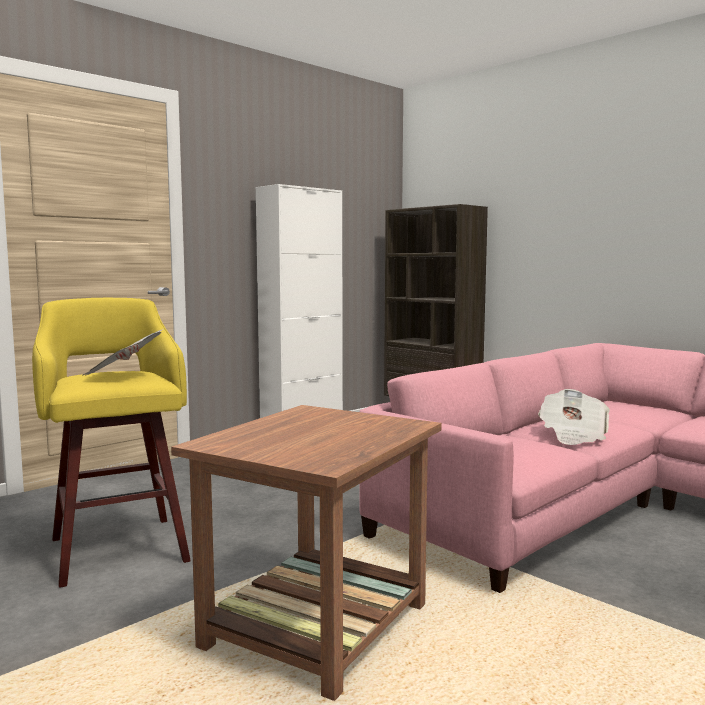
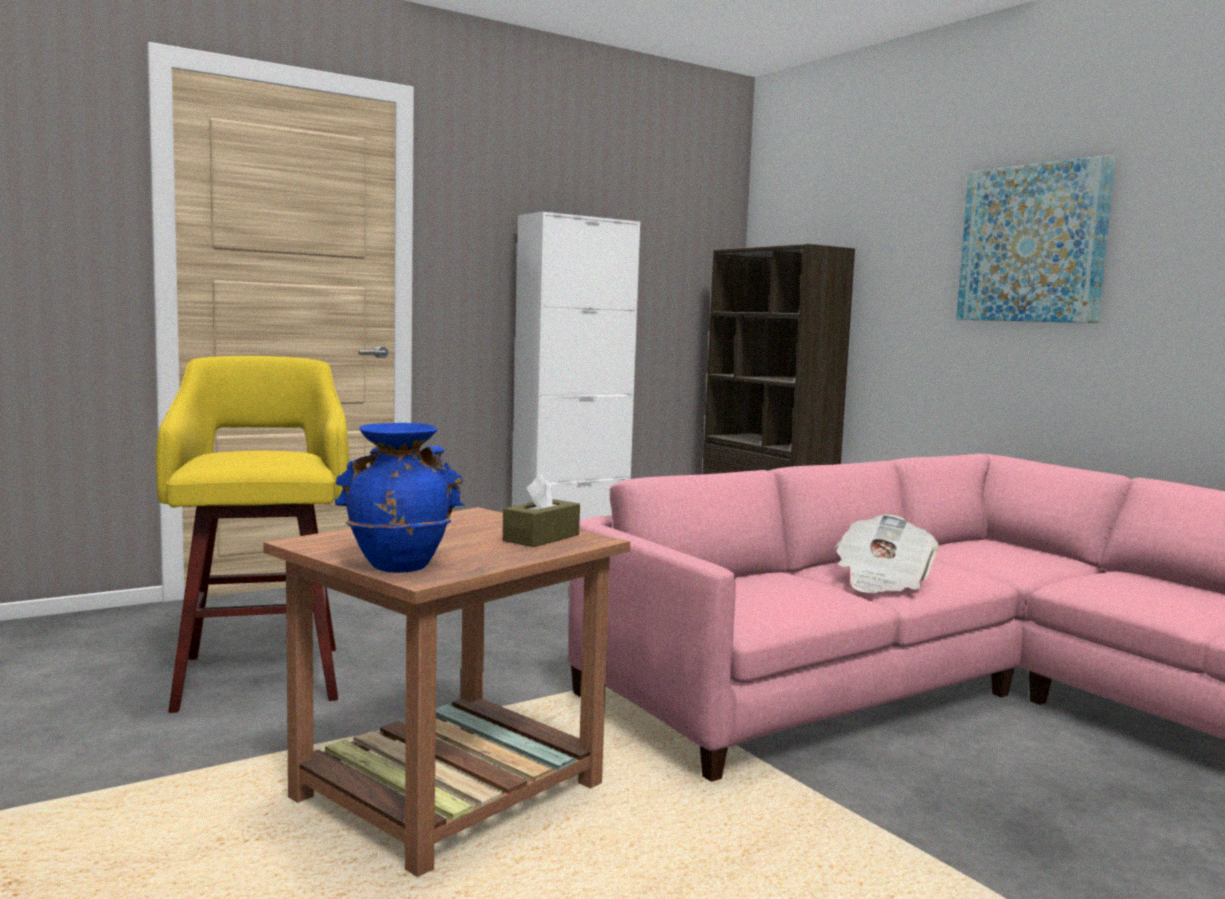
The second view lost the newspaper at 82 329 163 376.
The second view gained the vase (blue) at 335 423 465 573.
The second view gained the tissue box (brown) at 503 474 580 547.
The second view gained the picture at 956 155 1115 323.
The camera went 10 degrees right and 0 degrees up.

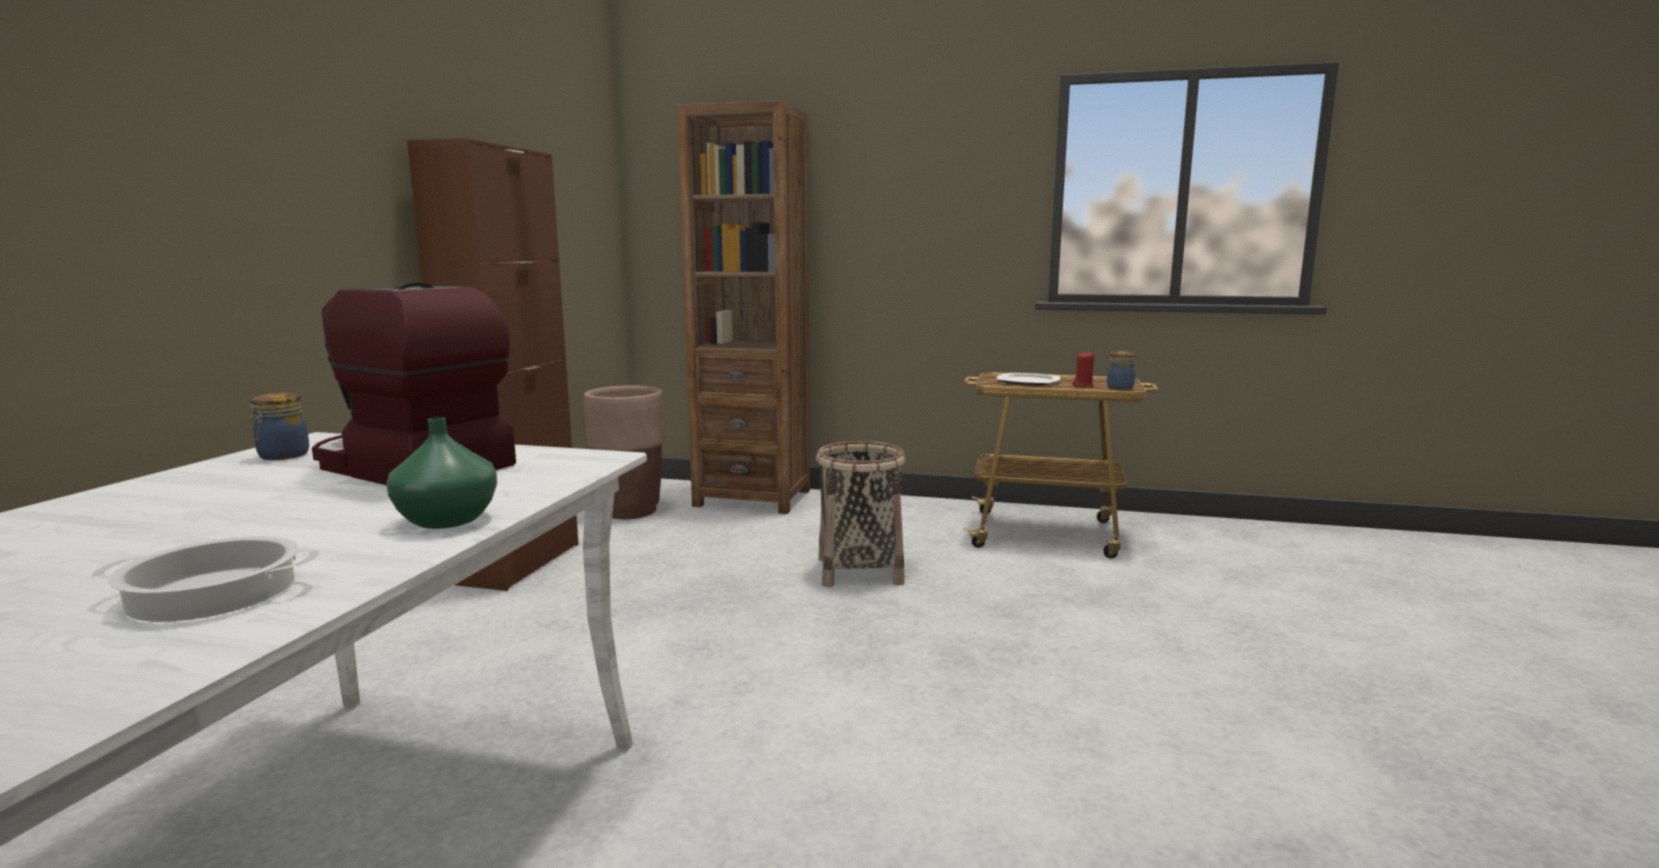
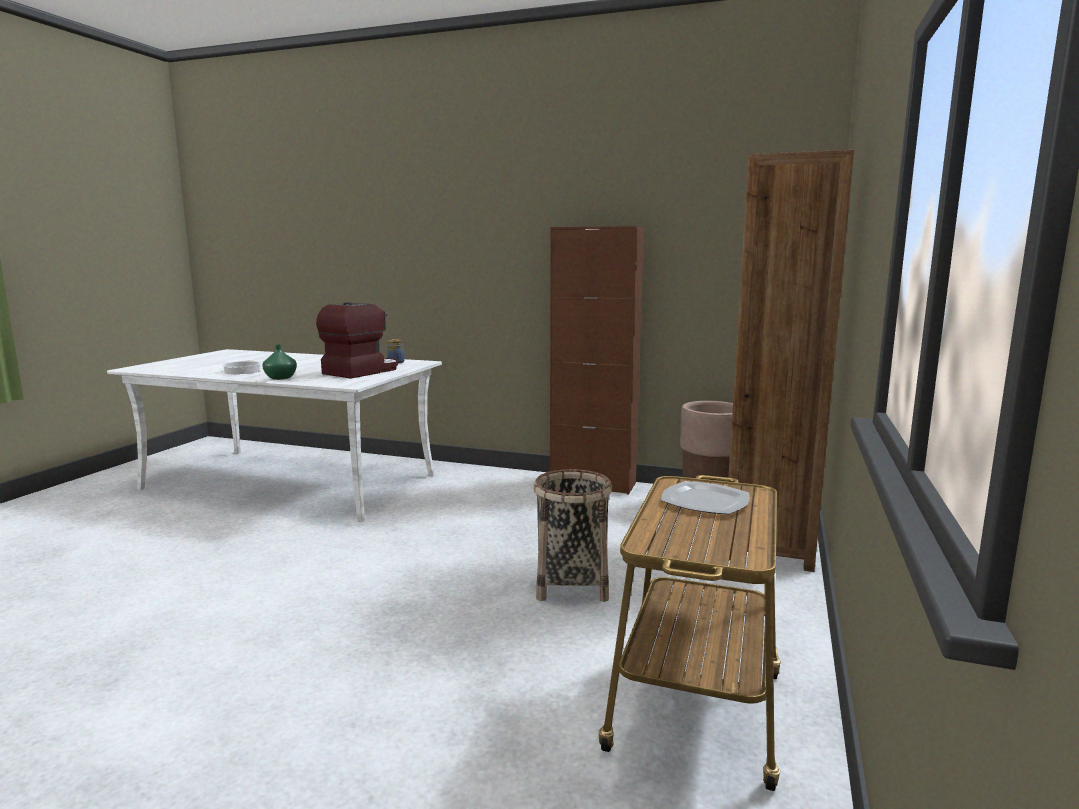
The second view lost the candle (red) at 1072 351 1094 387.
The second view lost the jar at 1107 351 1136 390.
The camera went 95 degrees right and 0 degrees up.

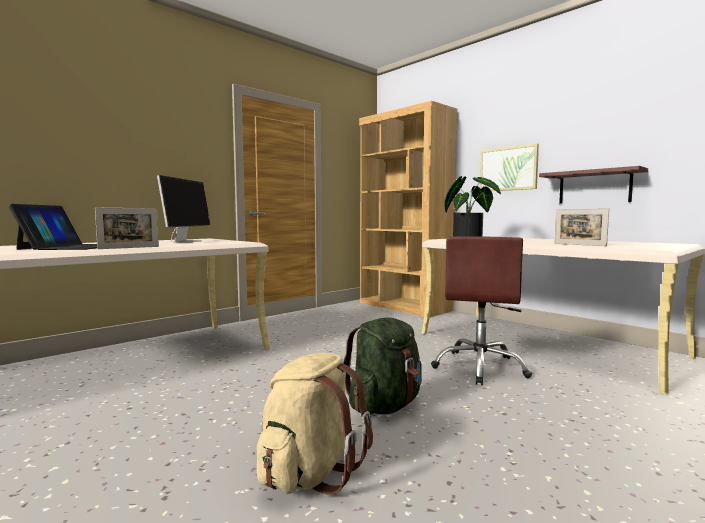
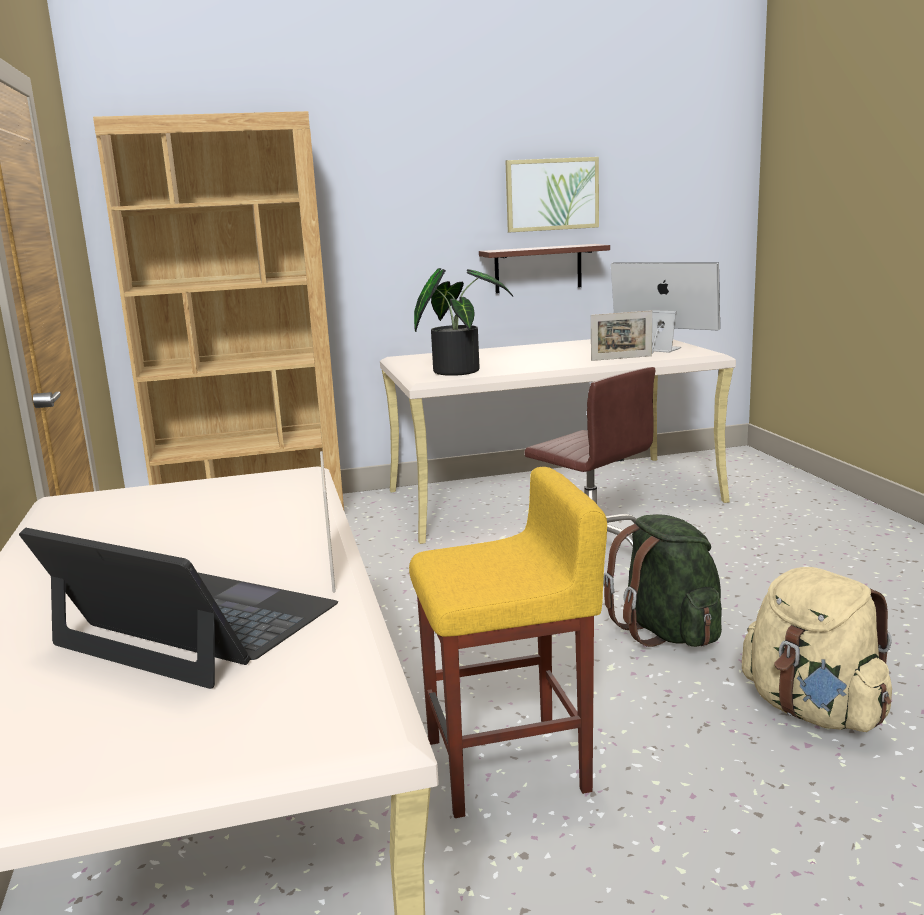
The second view gained the stool (yellow) at 409 467 607 818.
The monitor ended up elsewhere, having gone from 157 175 210 242 to 611 263 720 353.
The picture ended up elsewhere, having gone from 480 143 539 191 to 506 157 599 232.
The camera went 60 degrees left and 10 degrees up.

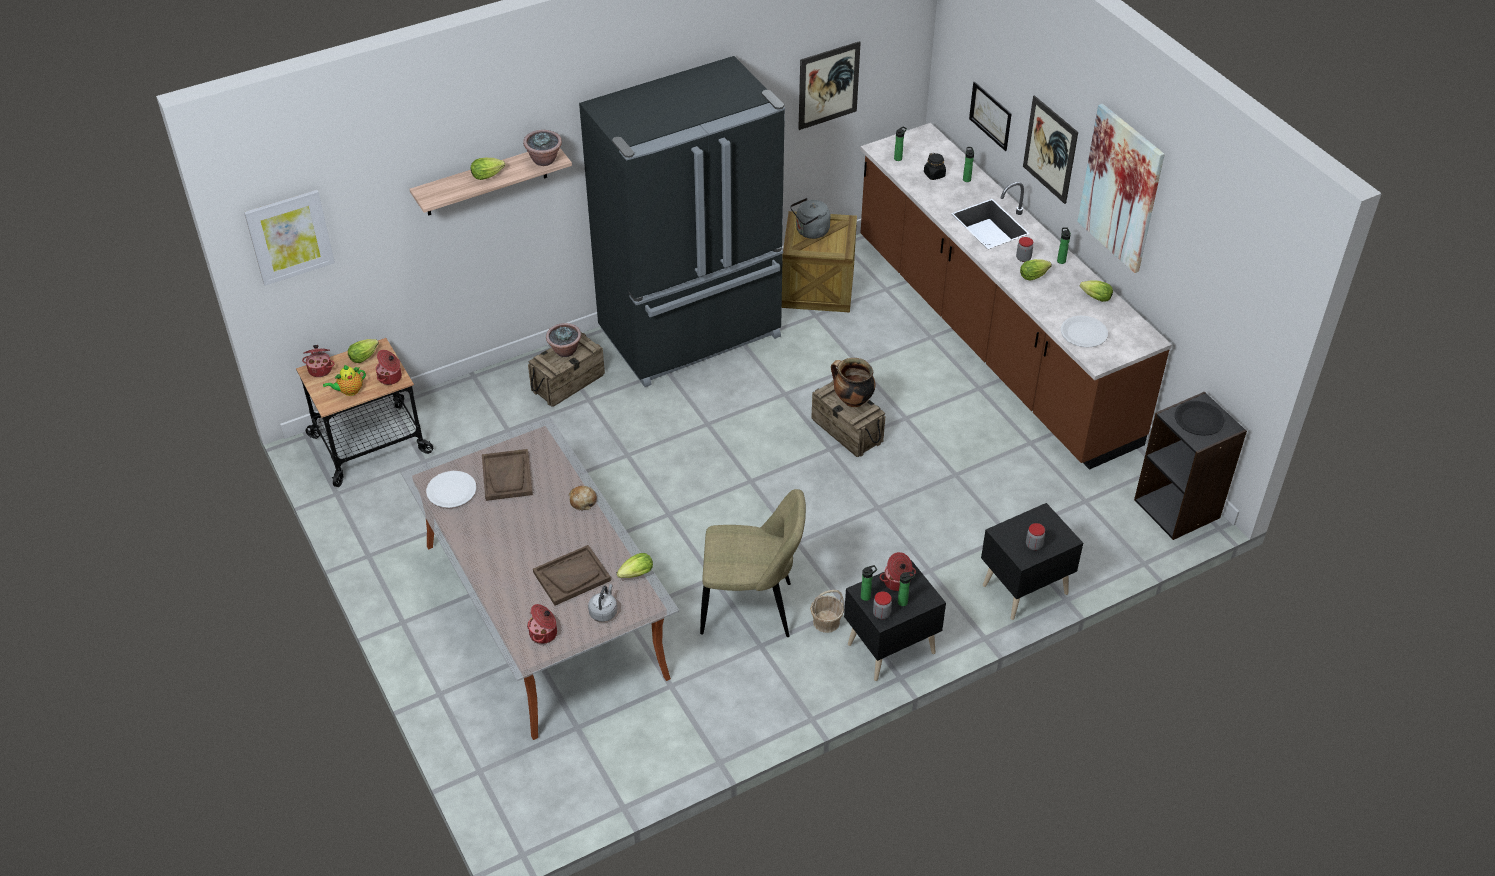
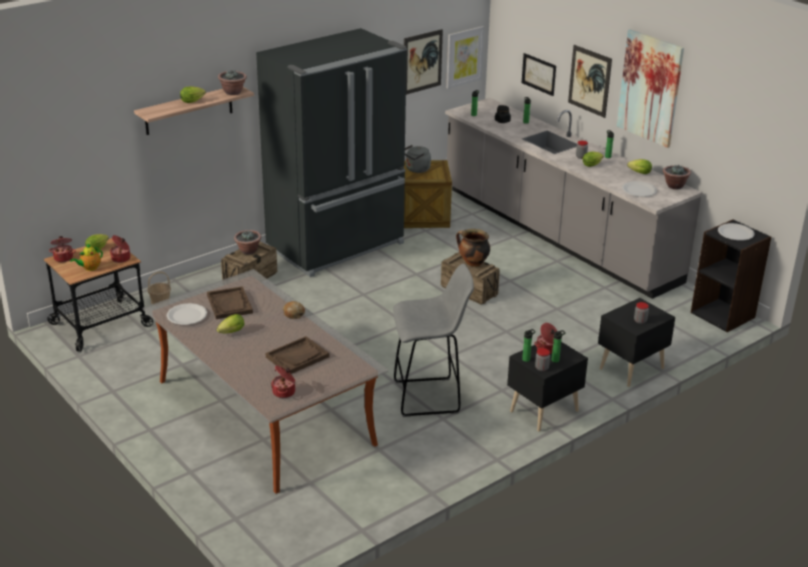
The second view lost the kettle (grey) at 588 584 617 622.
The second view gained the potted plant at 663 164 691 190.
The picture ended up elsewhere, having gone from 244 190 335 286 to 446 26 484 89.
The lettuce ended up elsewhere, having gone from 617 553 653 578 to 217 314 244 333.
The basket ended up elsewhere, having gone from 810 590 844 633 to 147 272 171 304.
Where the chair (beige) stood at 700 489 806 637, the stool (grey) came to stand at 393 264 474 417.
What was the counter (brown) at 860 123 1172 470 turned into the counter (grey) at 445 98 703 299.
What was the plate (black) at 1175 401 1224 436 turned into the plate (white) at 718 223 755 240.
The camera went 10 degrees left and 15 degrees down.

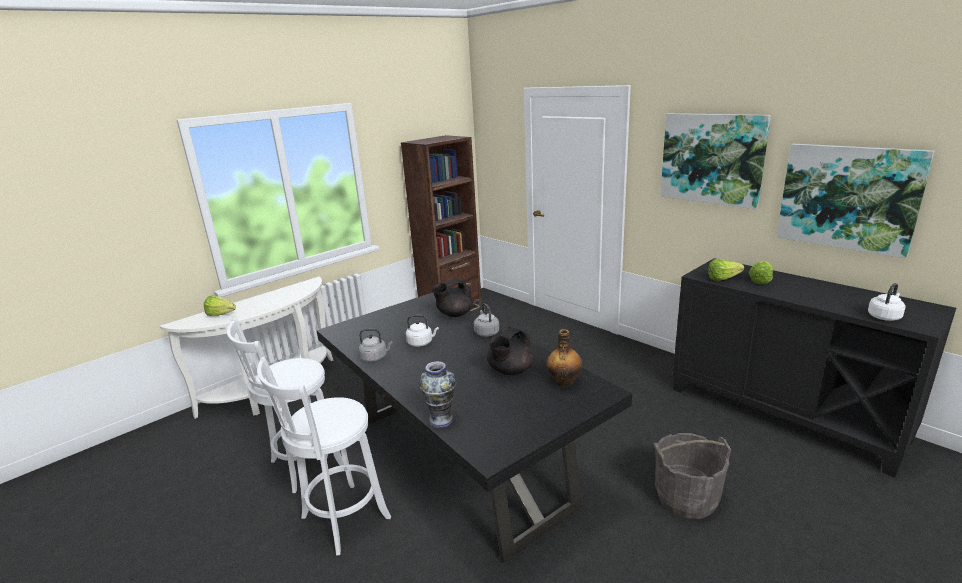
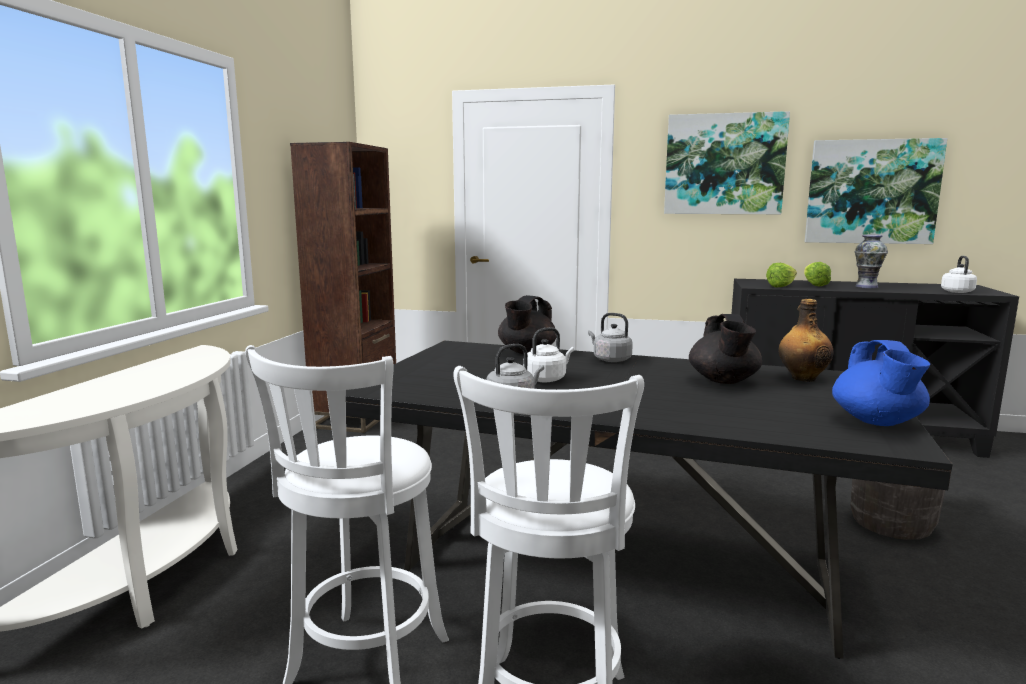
The second view lost the lettuce at 204 295 236 316.
The second view gained the teapot (blue) at 832 340 930 426.
The vase ended up elsewhere, having gone from 420 361 456 428 to 855 234 888 288.
The camera went 35 degrees left and 10 degrees down.

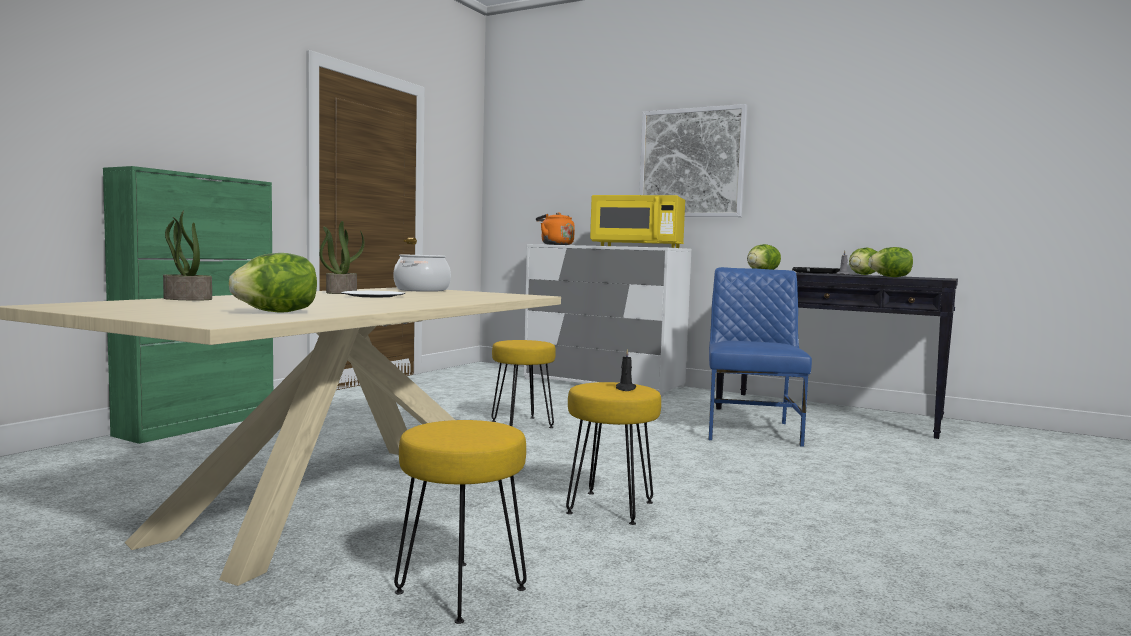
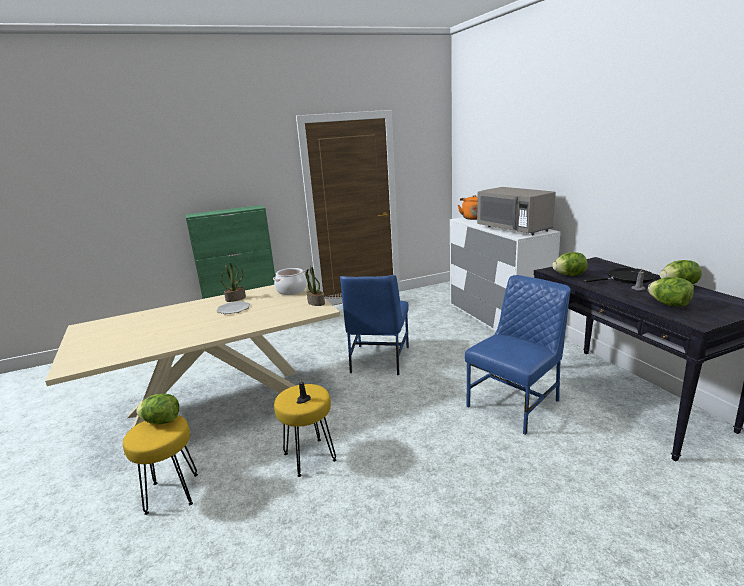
The second view lost the picture at 639 104 747 217.
The potted plant ended up elsewhere, having gone from 163 210 212 300 to 304 266 325 306.
The lettuce ended up elsewhere, having gone from 229 253 317 313 to 136 394 179 425.
Where the stool (yellow) stood at 491 340 556 428, the chair (blue) came to stand at 340 275 409 375.
What was the microwave (yellow) at 590 195 685 248 turned into the microwave (grey) at 477 187 556 235.
The camera went 40 degrees right and 15 degrees up.

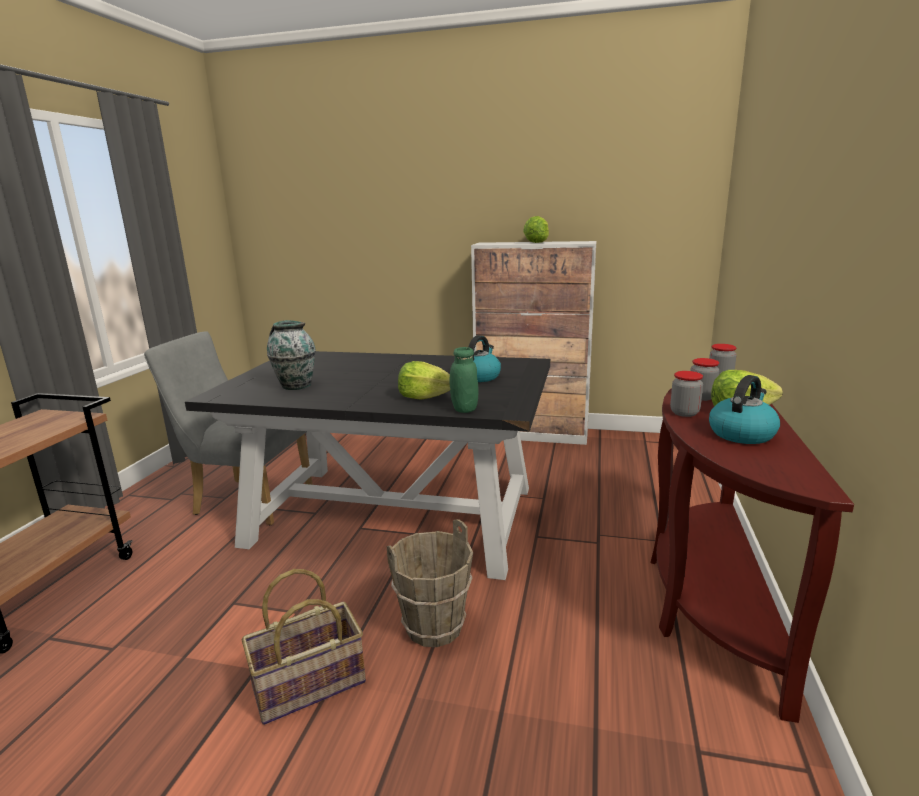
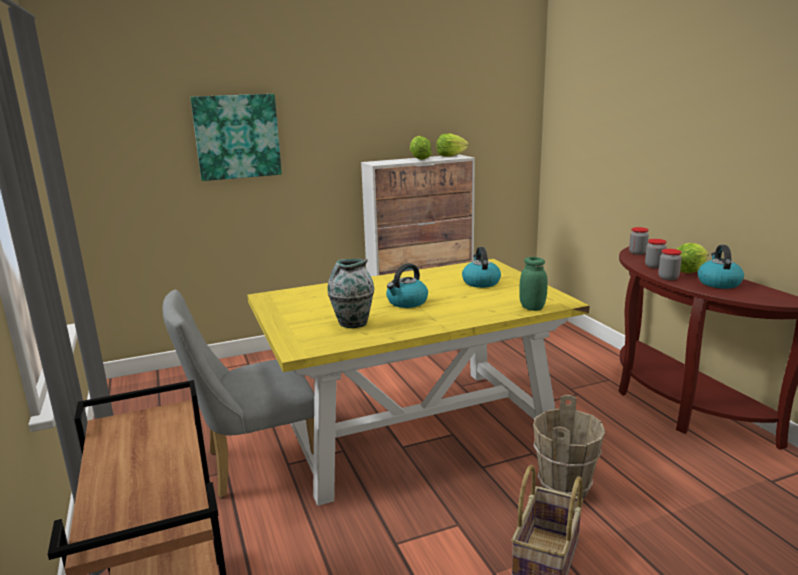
The second view gained the picture at 190 94 282 181.
The second view gained the kettle at 386 263 428 308.
The lettuce ended up elsewhere, having gone from 398 361 450 400 to 436 133 469 157.
What was the dining table (black) at 185 351 550 580 turned into the dining table (yellow) at 247 259 590 506.
The camera went 35 degrees left and 0 degrees up.

